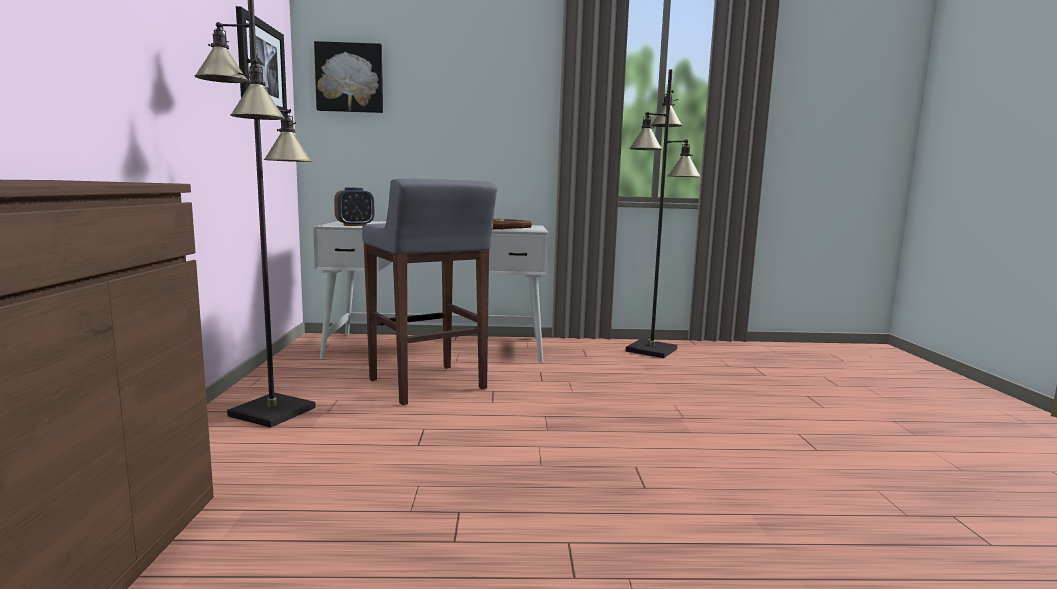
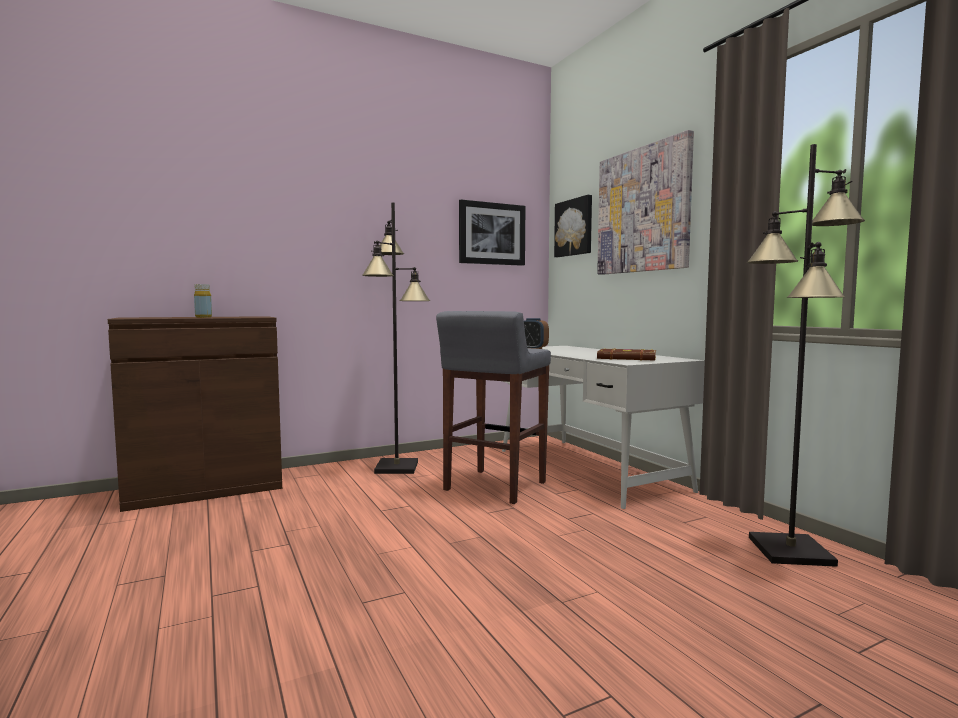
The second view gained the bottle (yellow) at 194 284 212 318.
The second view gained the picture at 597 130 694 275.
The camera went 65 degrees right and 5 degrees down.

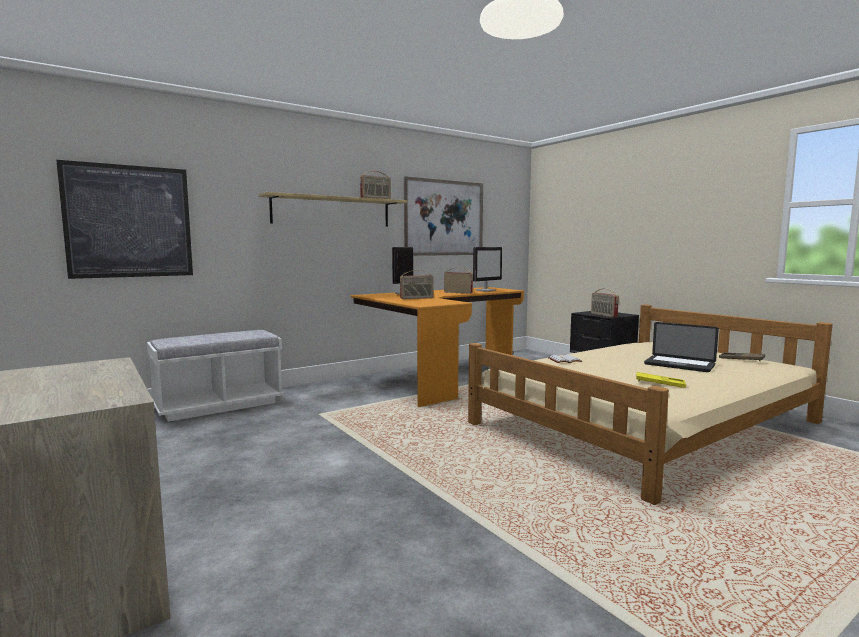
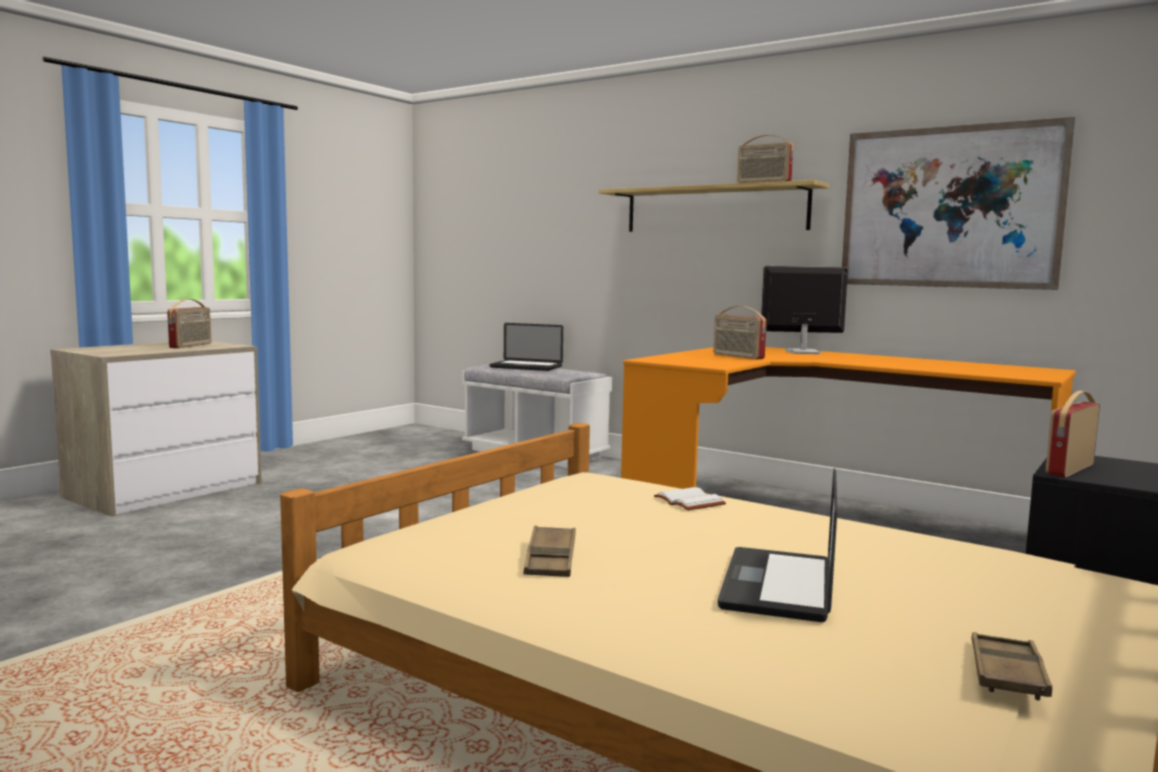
The second view lost the picture at 56 160 193 279.
The second view lost the monitor at 473 247 502 292.
The second view gained the laptop at 490 323 563 371.
The radio ended up elsewhere, having gone from 444 268 473 294 to 167 299 211 348.
What was the tray (yellow) at 636 372 686 388 turned into the tray (brown) at 523 525 576 577.
The camera went 70 degrees right and 0 degrees up.

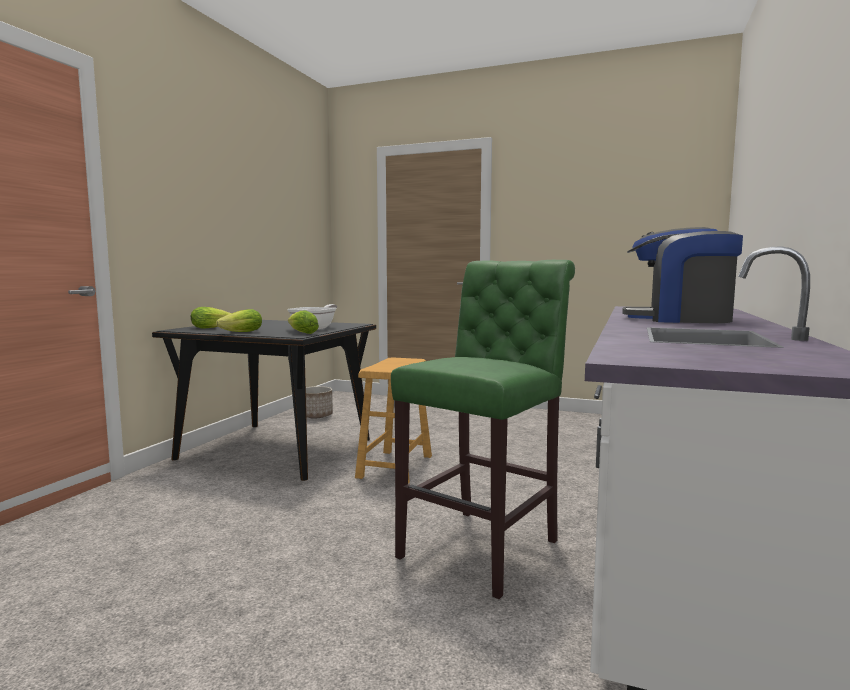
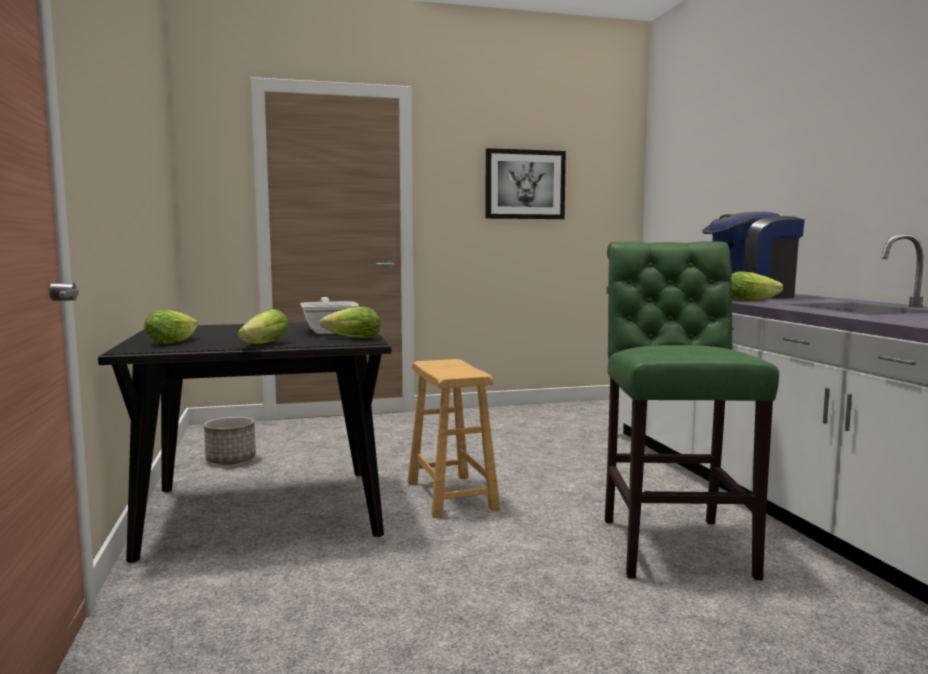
The second view gained the picture at 485 148 566 219.
The second view gained the lettuce at 732 271 783 301.
The camera went 35 degrees left and 0 degrees up.

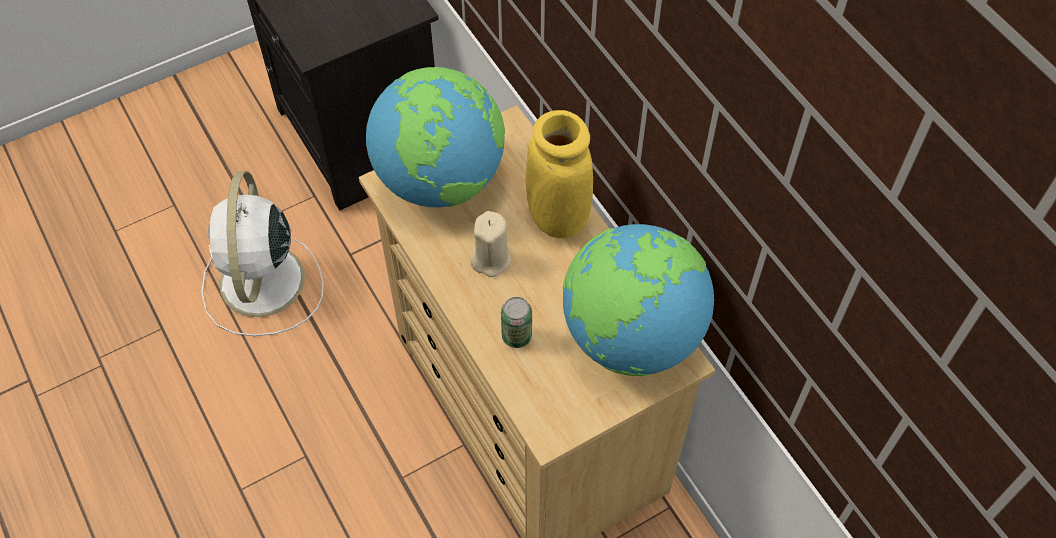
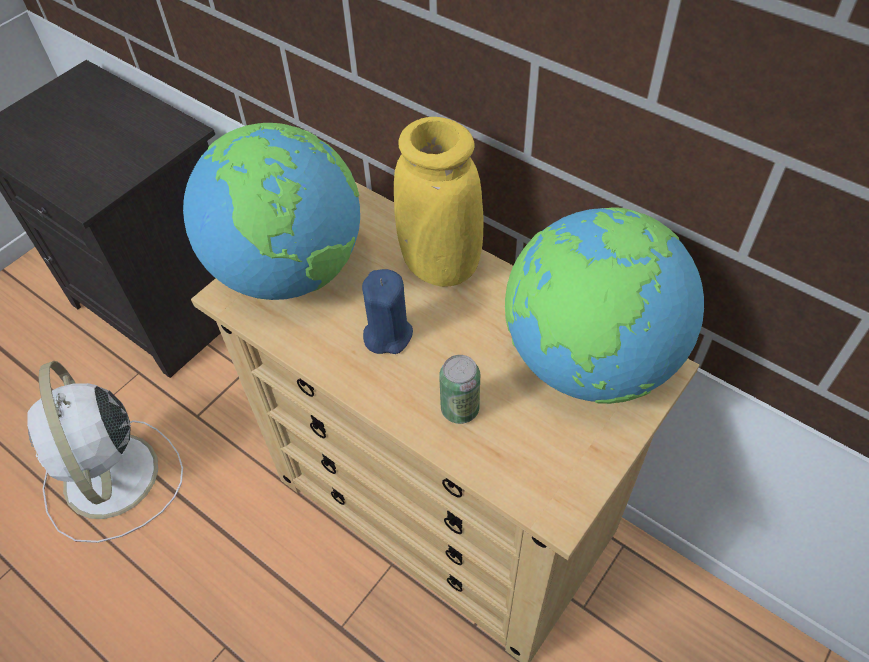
What was the candle (beige) at 470 211 512 277 turned into the candle (blue) at 362 269 413 354.
The camera went 20 degrees left and 5 degrees down.

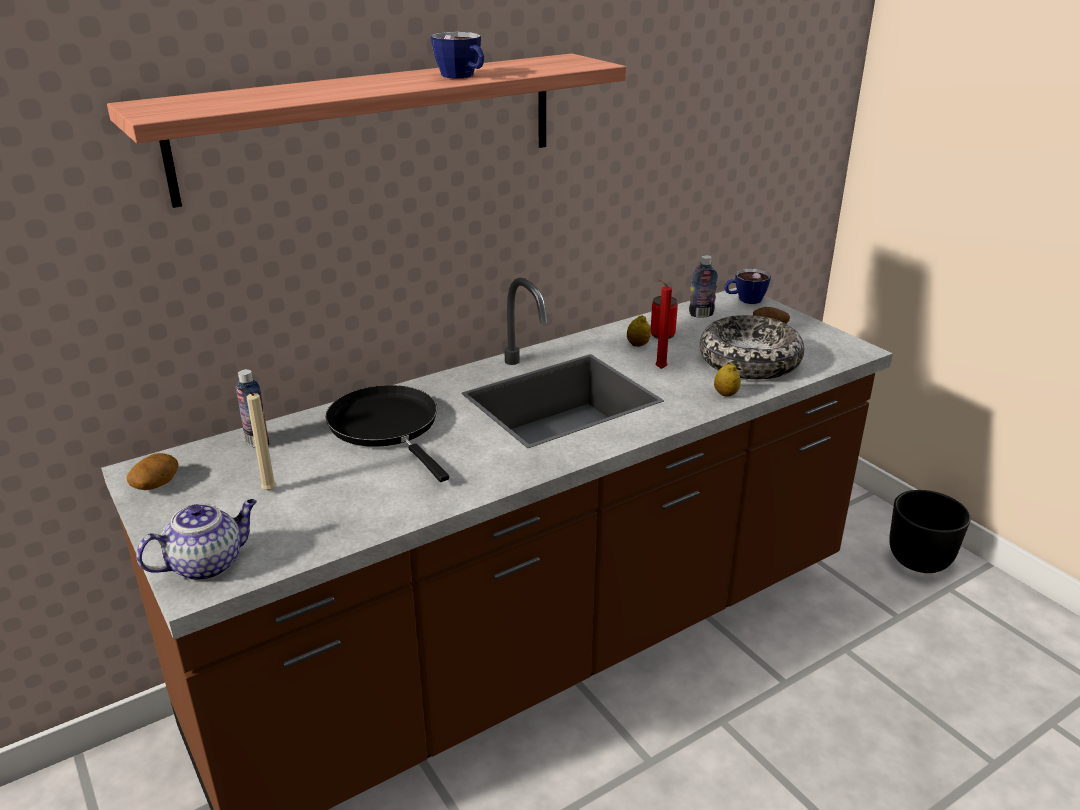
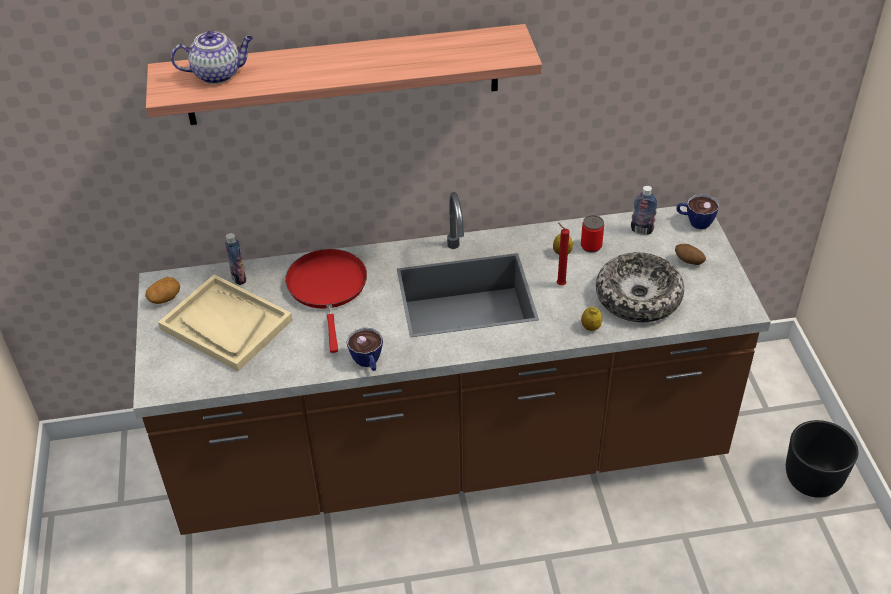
The teapot ended up elsewhere, having gone from 136 499 257 581 to 171 31 253 84.
The cup ended up elsewhere, having gone from 431 32 484 79 to 347 328 383 371.
Where the candle (beige) stood at 238 388 276 491, the tray (beige) came to stand at 158 275 293 371.
What was the frying pan (black) at 326 385 449 482 turned into the frying pan (red) at 285 249 367 353.
The camera went 25 degrees right and 15 degrees up.

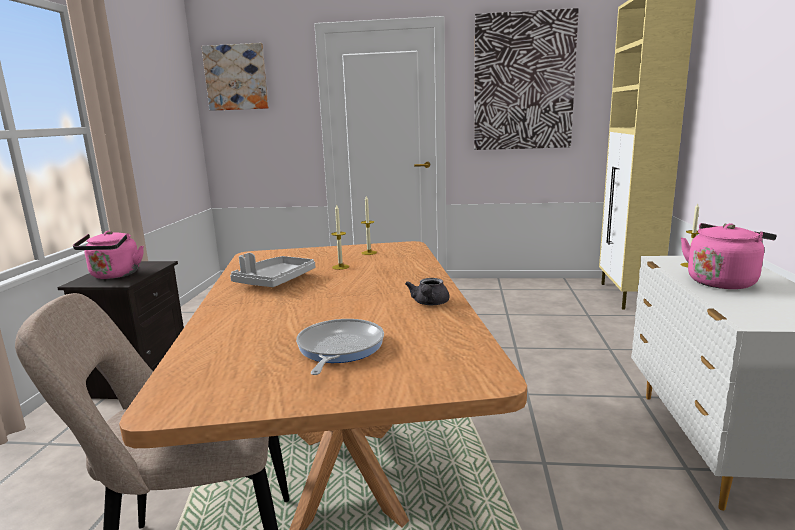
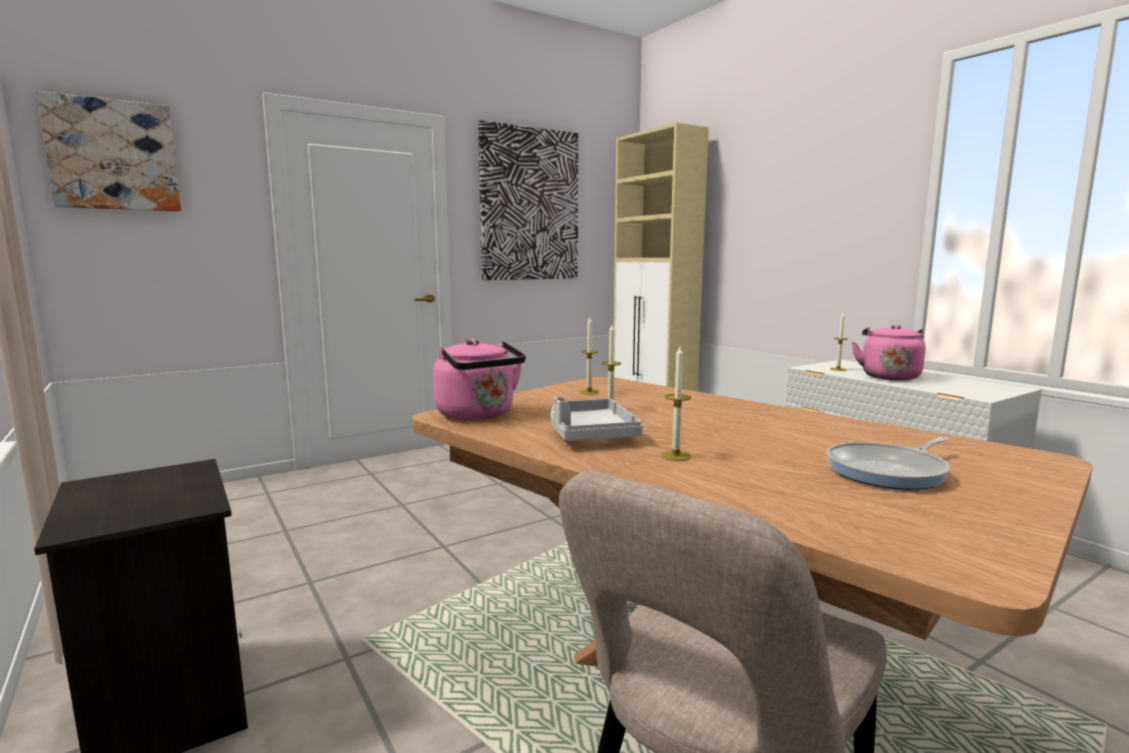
The second view lost the teapot (grey) at 405 278 449 305.
The second view gained the candle at 661 347 691 461.
The kettle (pink) ended up elsewhere, having gone from 73 230 144 279 to 433 338 526 420.
The frying pan at 296 319 384 375 ended up facing another way, 90 degrees counterclockwise from before.
The camera went 40 degrees left and 5 degrees down.

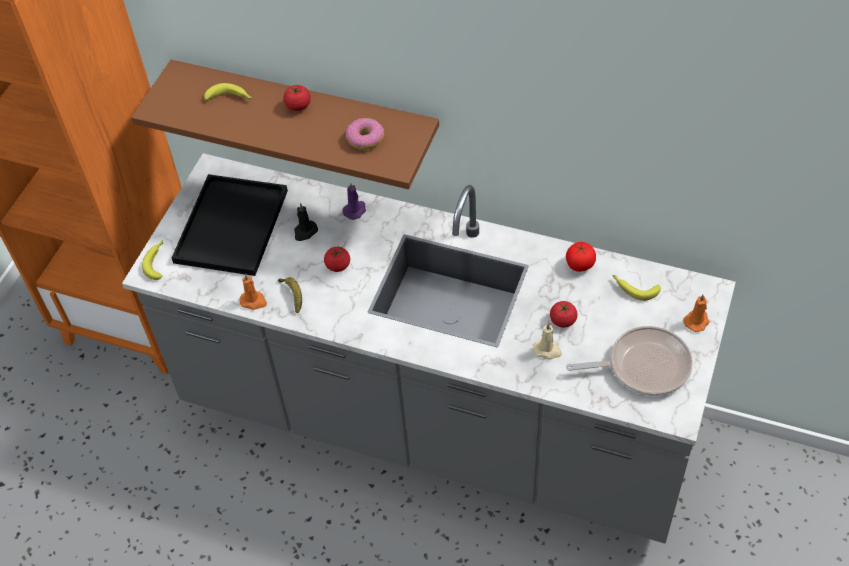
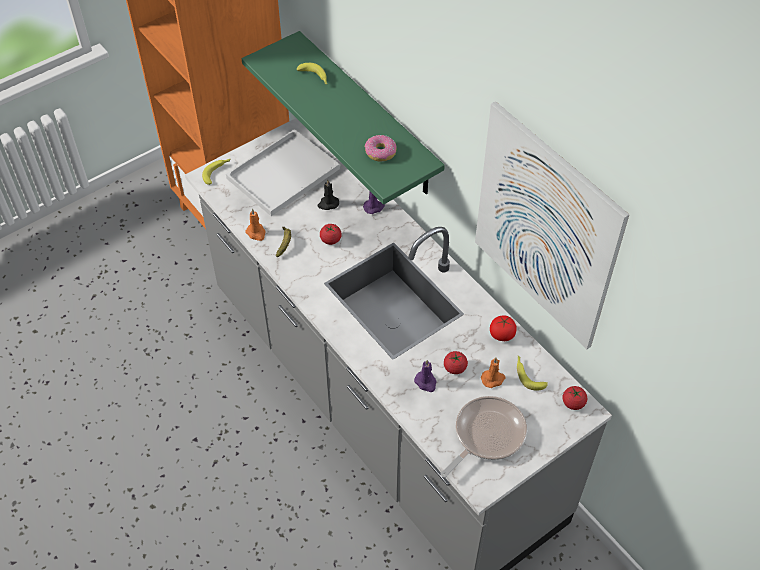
The second view gained the picture at 475 101 629 349.
The tomato ended up elsewhere, having gone from 283 85 311 111 to 562 386 587 410.
The candle (orange) ended up elsewhere, having gone from 683 295 710 332 to 481 358 505 388.
What was the shelf (brown) at 131 60 439 189 turned into the shelf (green) at 242 31 445 205.
What was the tray (black) at 172 174 288 276 turned into the tray (white) at 226 129 340 216.
What was the candle (beige) at 533 323 562 360 turned into the candle (purple) at 414 360 437 392.
The frying pan at 566 326 693 396 ended up facing another way, 75 degrees counterclockwise from before.
The camera went 30 degrees right and 0 degrees up.

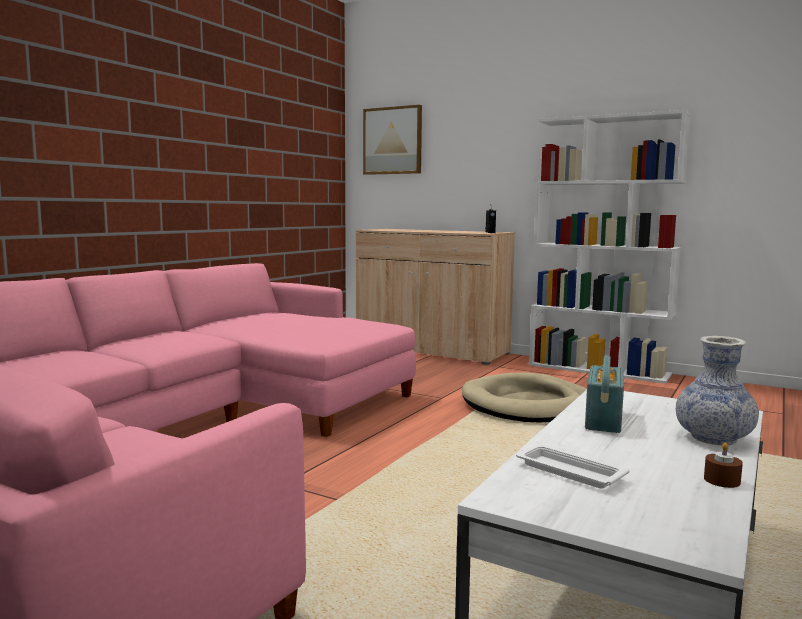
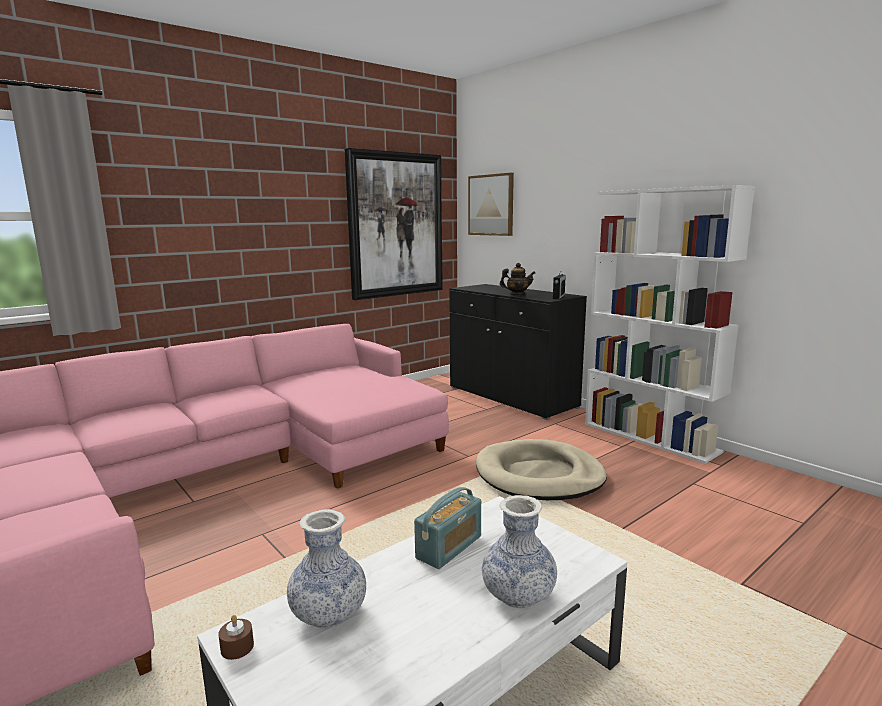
The second view gained the picture at 344 148 443 300.
The second view gained the teapot at 500 263 535 295.
The candle (brown) ended up elsewhere, having gone from 704 442 743 488 to 218 615 254 660.
Where the tray (white) stood at 516 444 629 489, the vase came to stand at 287 509 366 628.
What was the cabinet (beige) at 356 229 515 365 turned into the cabinet (black) at 449 284 587 420.
The camera went 20 degrees right and 5 degrees up.

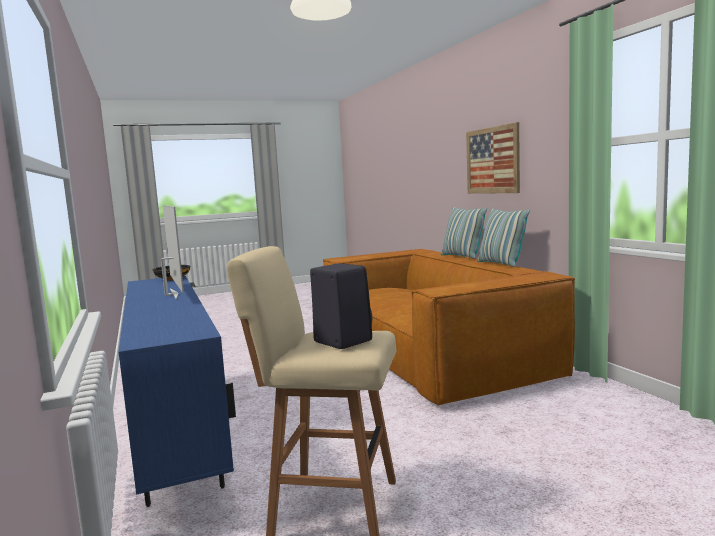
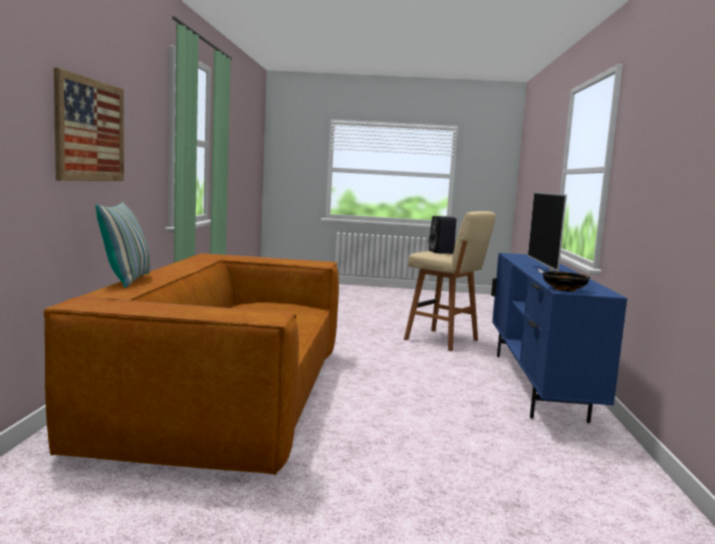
The second view lost the pillow at 477 208 530 267.
The camera went 155 degrees left and 0 degrees up.

